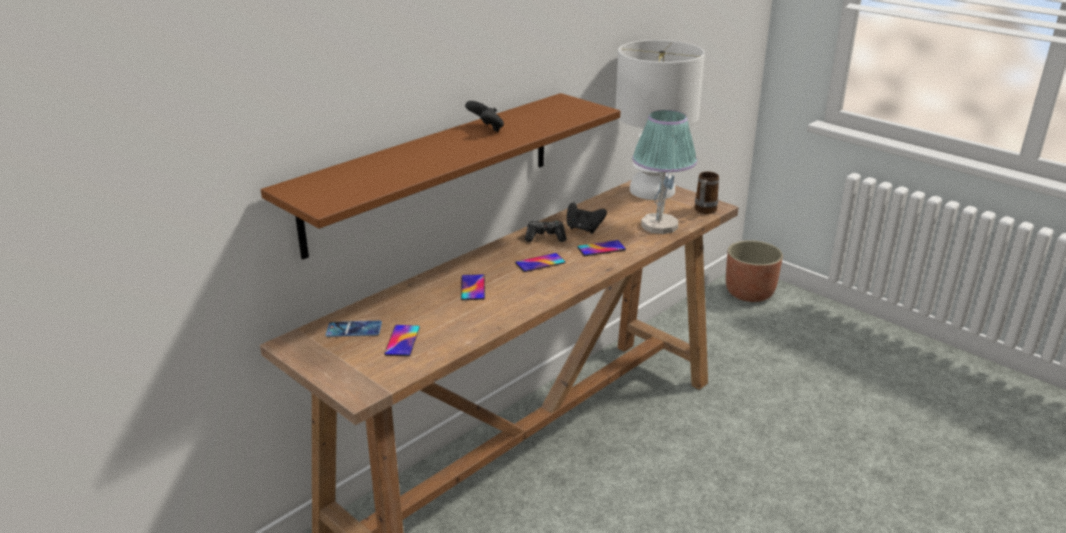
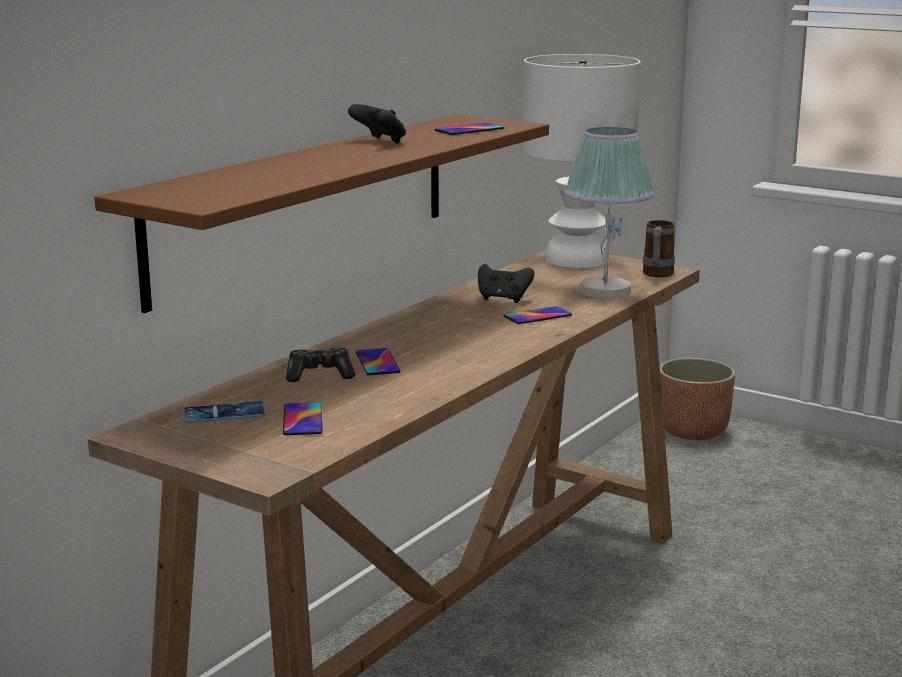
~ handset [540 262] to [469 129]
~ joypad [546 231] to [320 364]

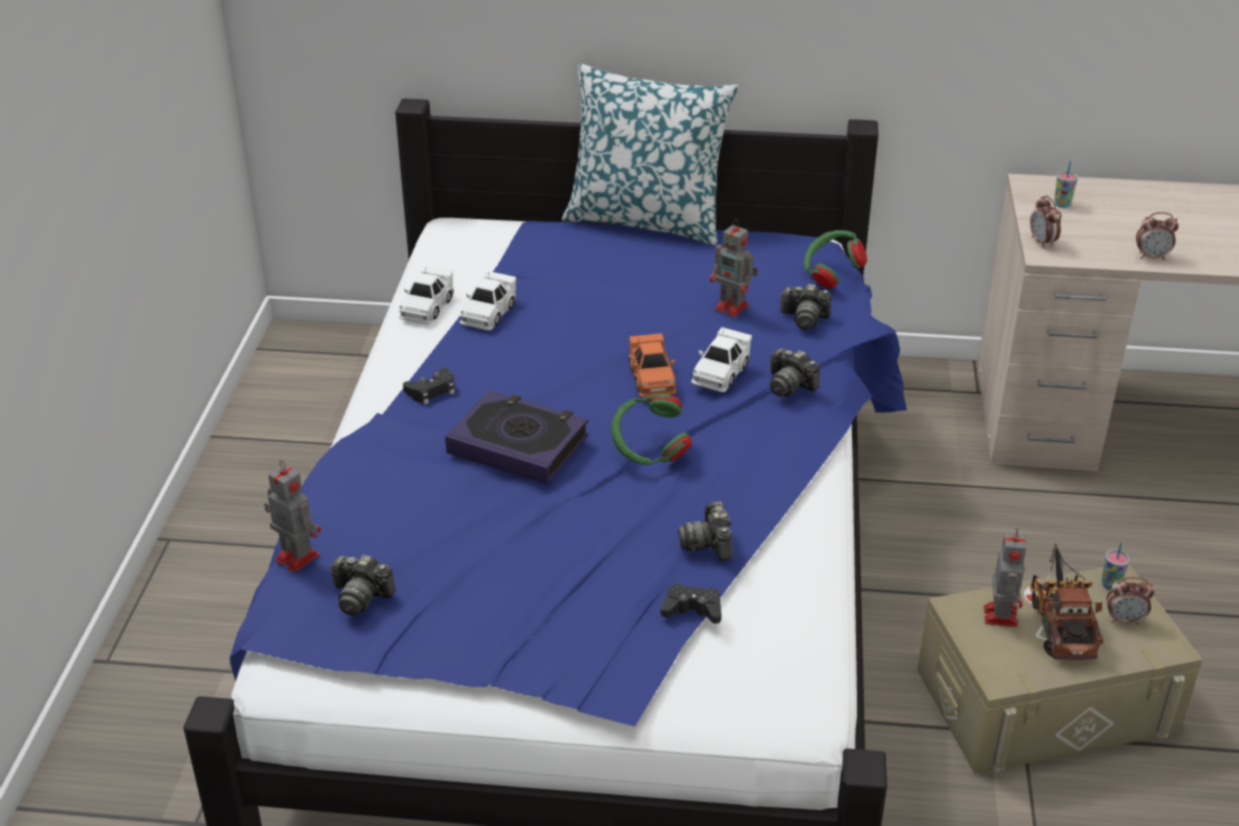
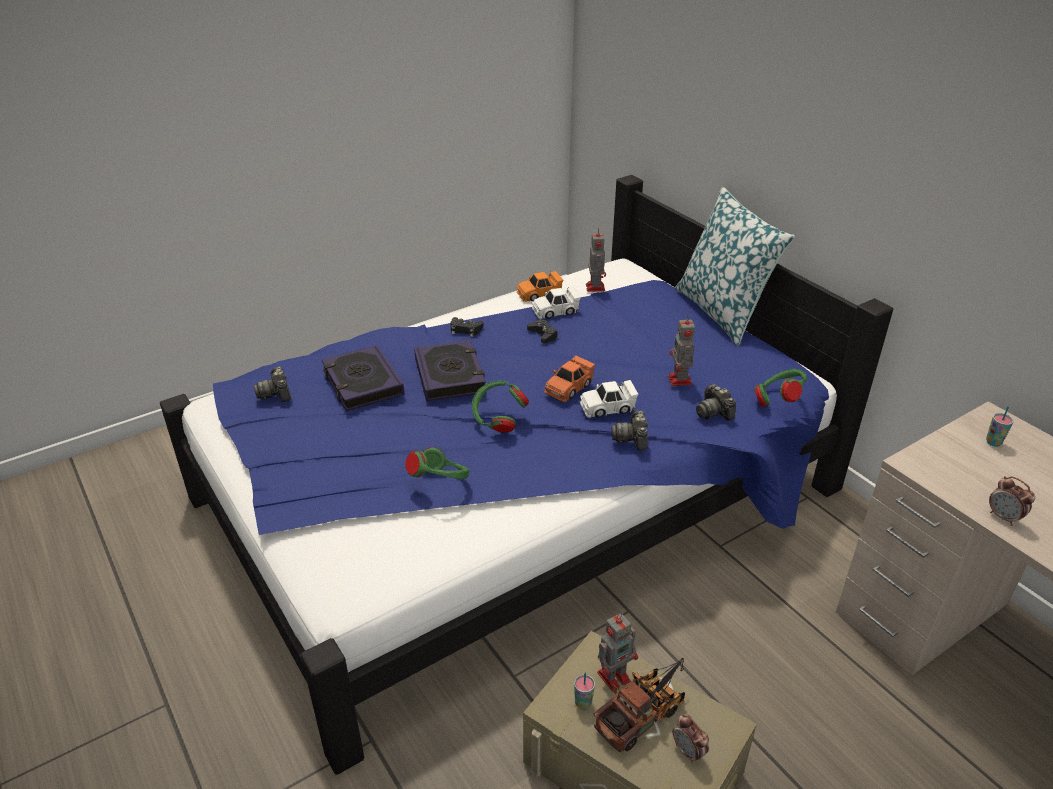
- bedside_clock [1045 222]
+ bound_book [363 378]
~ model_robot [292 516] to [596 260]
~ black_joypad [691 604] to [542 331]
~ small_cup [1115 566] to [584 691]
~ still_camera [705 531] to greenish_headphones [437 463]
~ white_model_car [426 295] to orange_model_car [540 286]

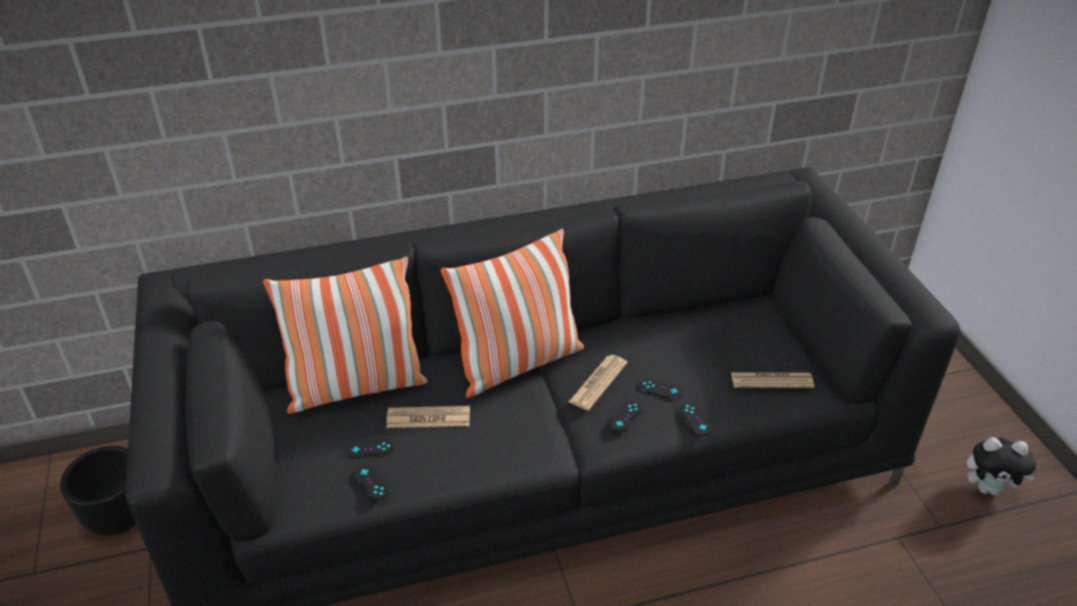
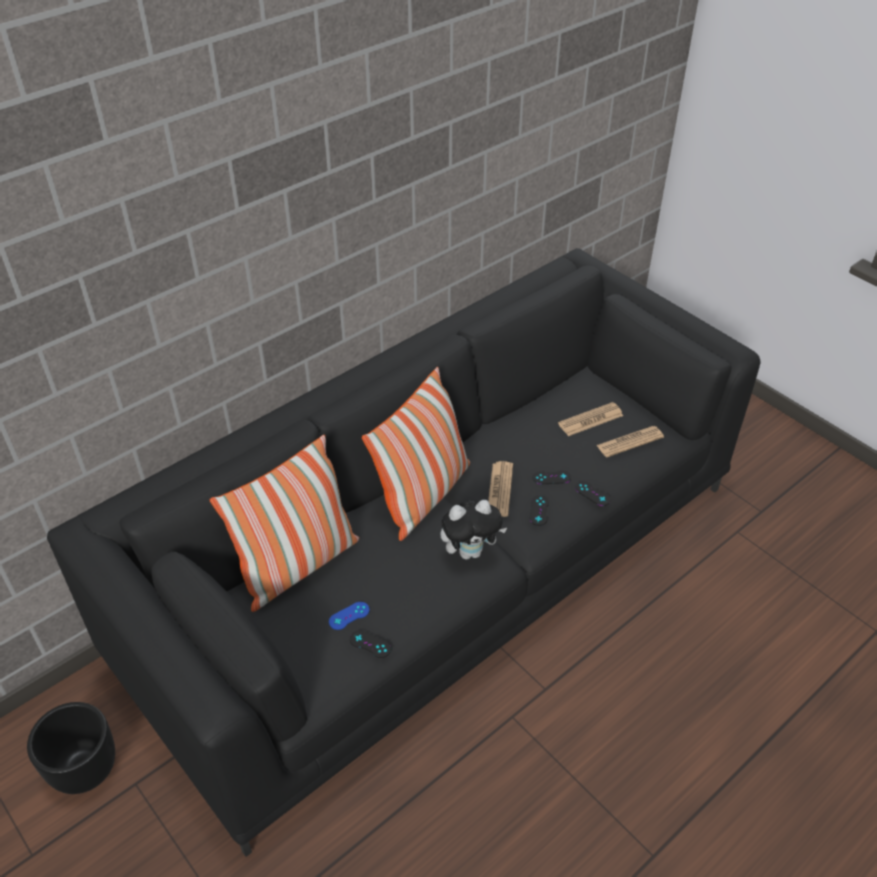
~ daily_paper [428 417] to [590 419]
~ soft_toy [1001 466] to [473 530]
~ black_joypad [370 448] to bluish_joypad [349 616]

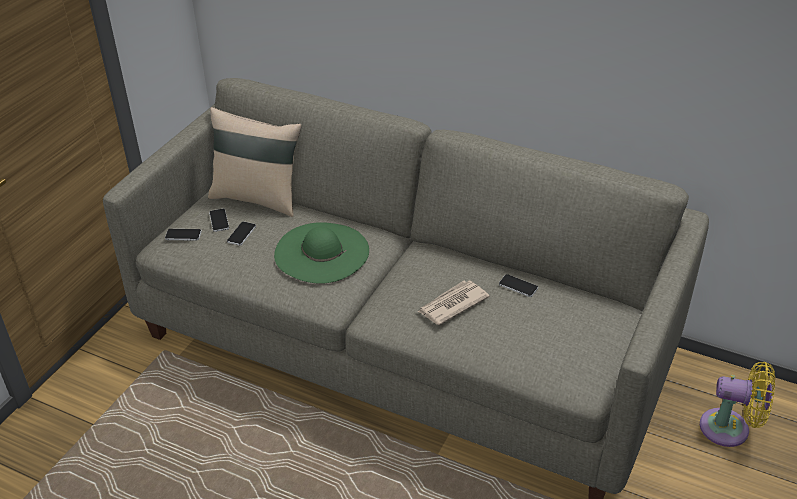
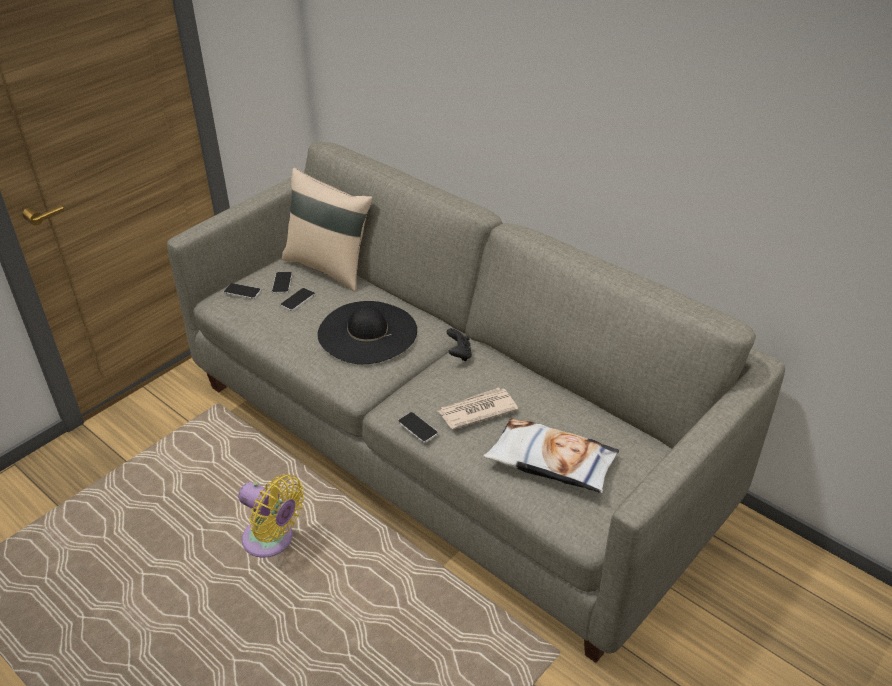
+ black_joypad [459 344]
+ pillow [551 455]
~ handset [518 285] to [418 427]
~ yellowish_cooling_fan [737 404] to [271 516]
~ greenish_hat [321 253] to black_hat [367 332]

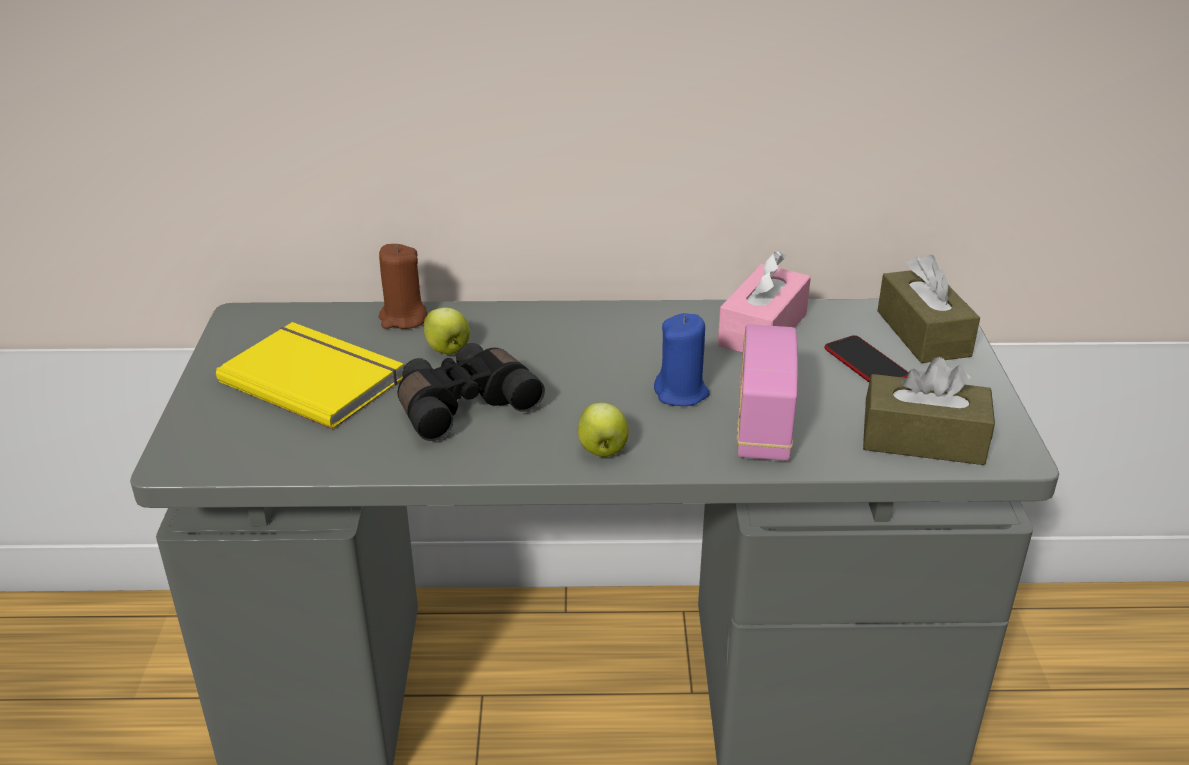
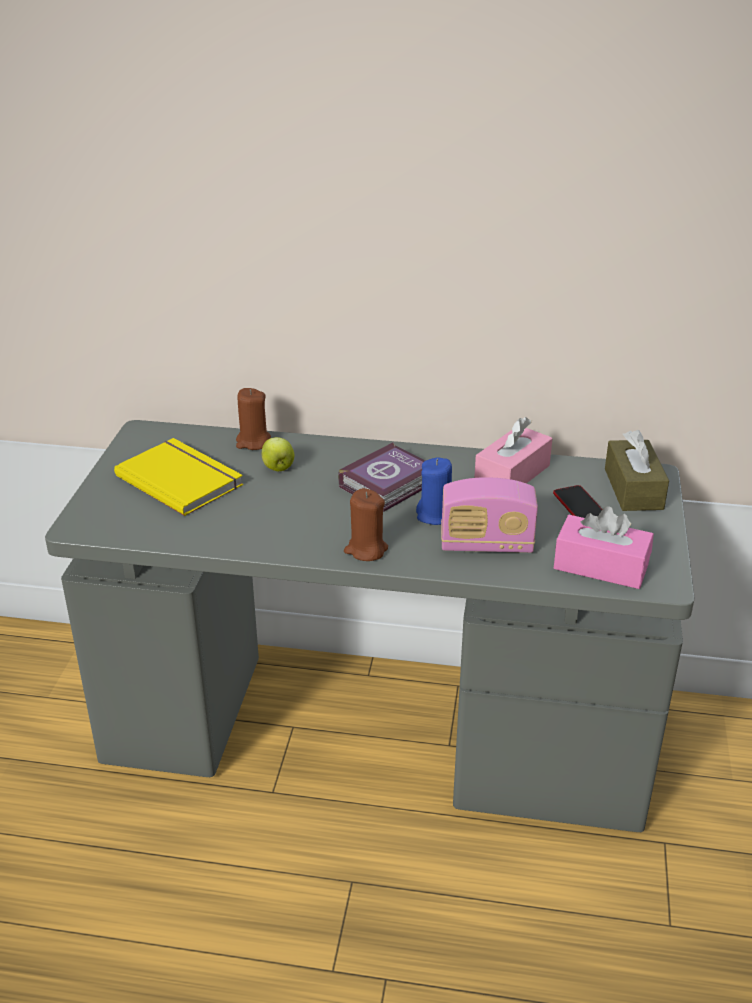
- black_binoculars [471 392]
+ bound_book [381 477]
~ whole_apple [603 429] to brown_wax_candle [366 524]
~ brown_tissue_holder [929 411] to pink-coloured_tissue_holder [604 547]
~ radio_set [767 392] = [489 515] 105 degrees counterclockwise

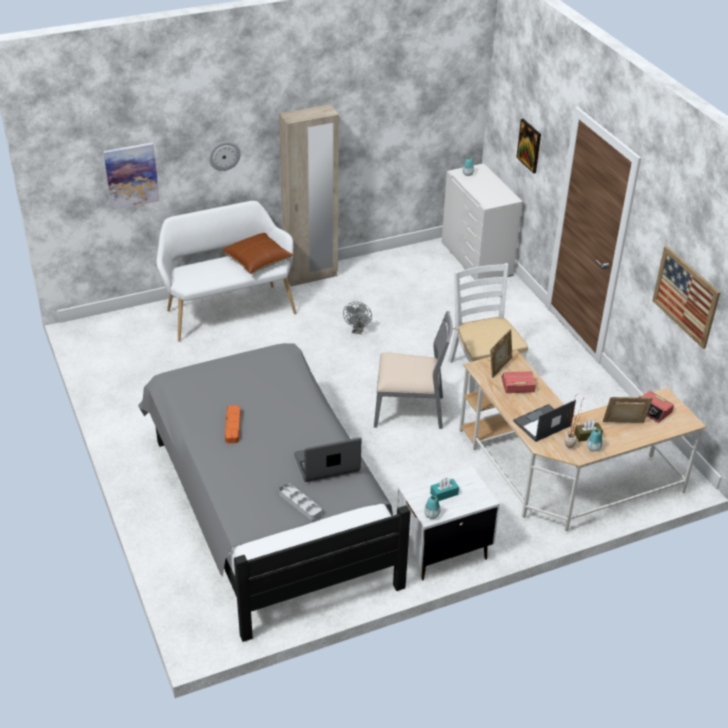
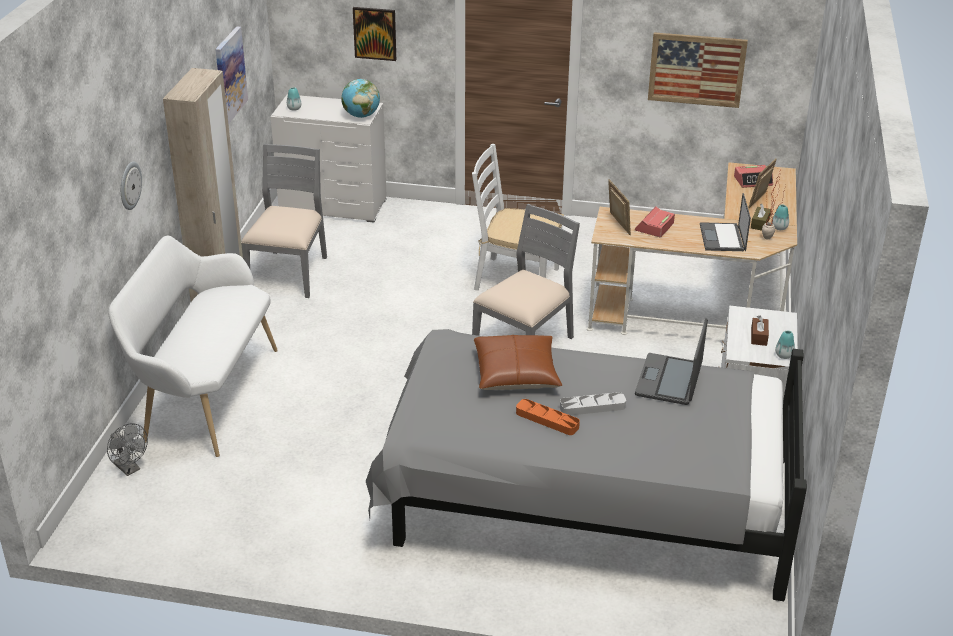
+ gray_upright_chair [284 221]
+ desk_globe [360 98]
~ picture [132 176] to [231 75]
~ brown_pillow [258 253] to [518 362]
~ gray_tray [300 501] to [593 403]
~ gray_cooling_fan [357 318] to [127 449]
~ turquoise_tissue_holder [444 489] to brown_tissue_holder [760 331]

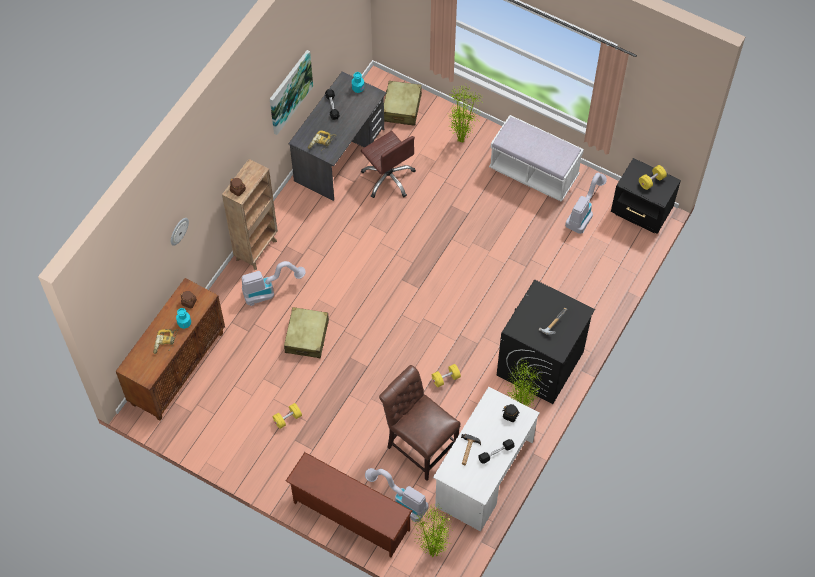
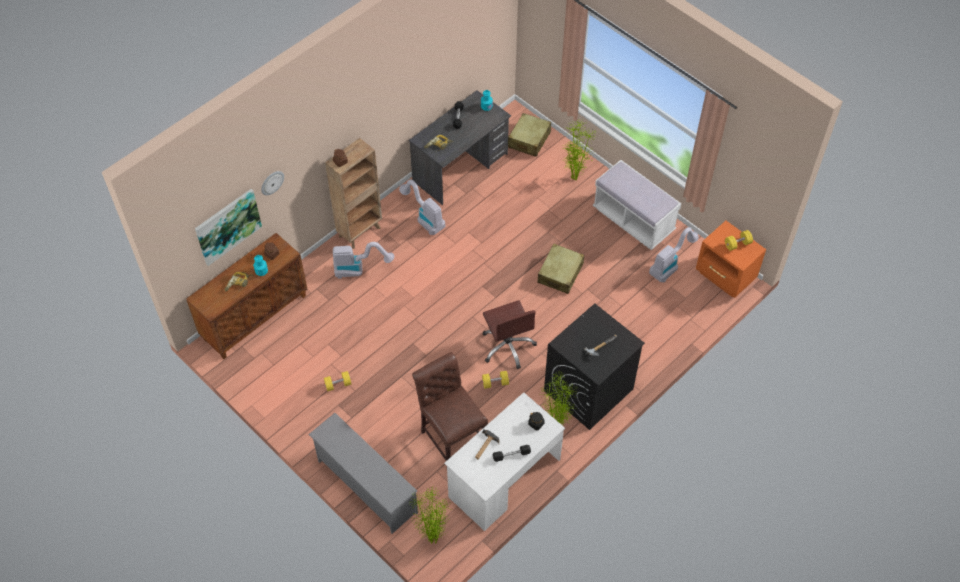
~ picture [291 92] to [228 227]
~ sand-coloured_piece_of_luggage [306 332] to [560 268]
~ brown_desk_chair [388 164] to [510 334]
~ vacuum_cleaner [396 495] to [422 207]
~ brown_shoe_rack [349 504] to gray_shoe_rack [363 473]
~ black_night_table [646 196] to orange_night_table [731 259]

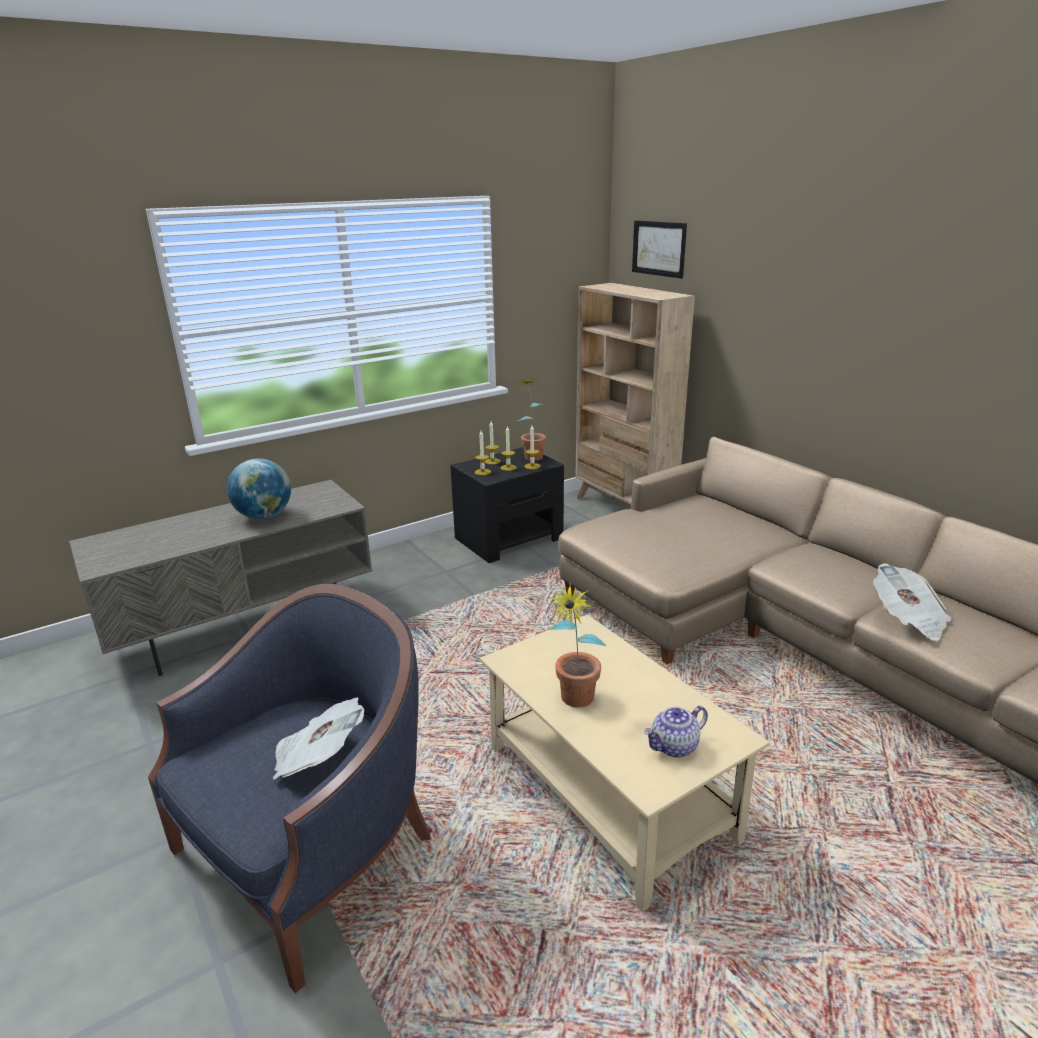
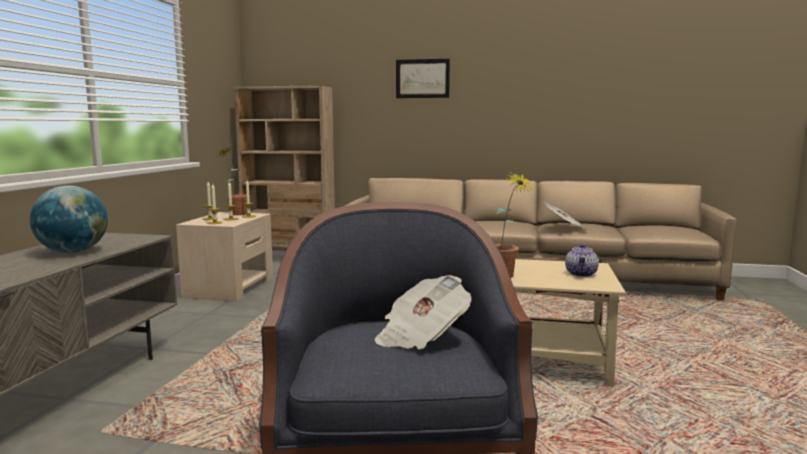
~ picture [659 249] to [423 78]
~ black_night_table [507 505] to sand-coloured_night_table [224 257]

